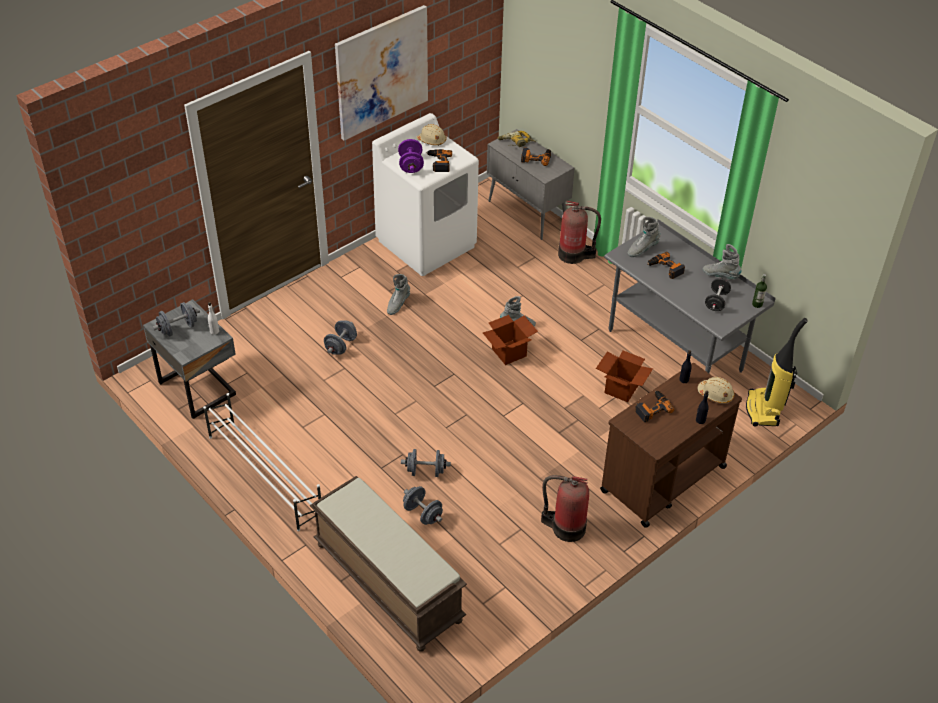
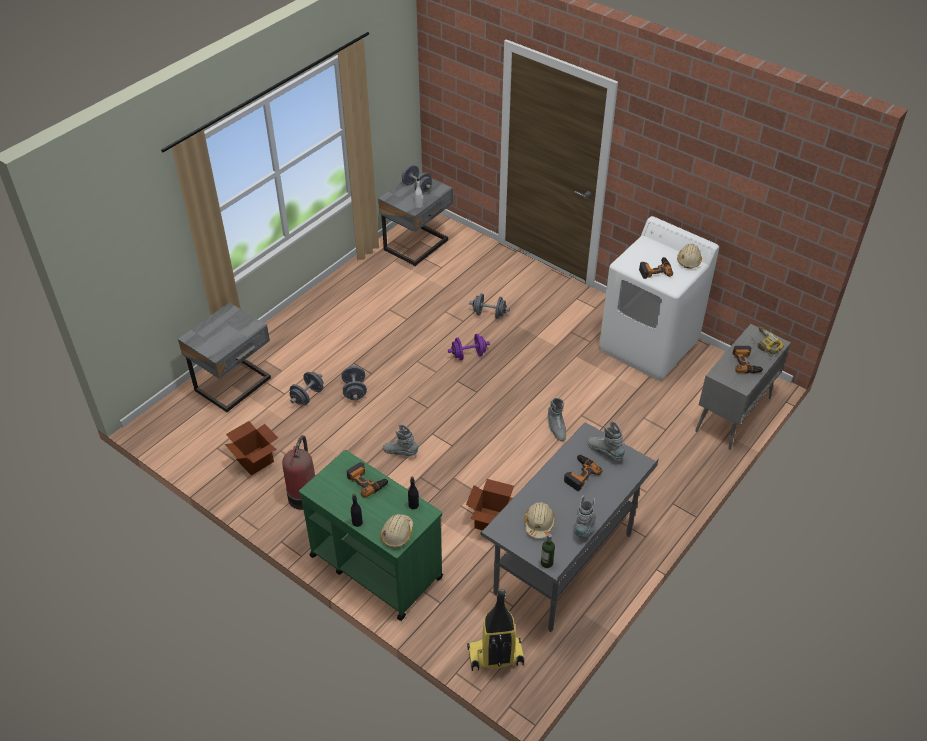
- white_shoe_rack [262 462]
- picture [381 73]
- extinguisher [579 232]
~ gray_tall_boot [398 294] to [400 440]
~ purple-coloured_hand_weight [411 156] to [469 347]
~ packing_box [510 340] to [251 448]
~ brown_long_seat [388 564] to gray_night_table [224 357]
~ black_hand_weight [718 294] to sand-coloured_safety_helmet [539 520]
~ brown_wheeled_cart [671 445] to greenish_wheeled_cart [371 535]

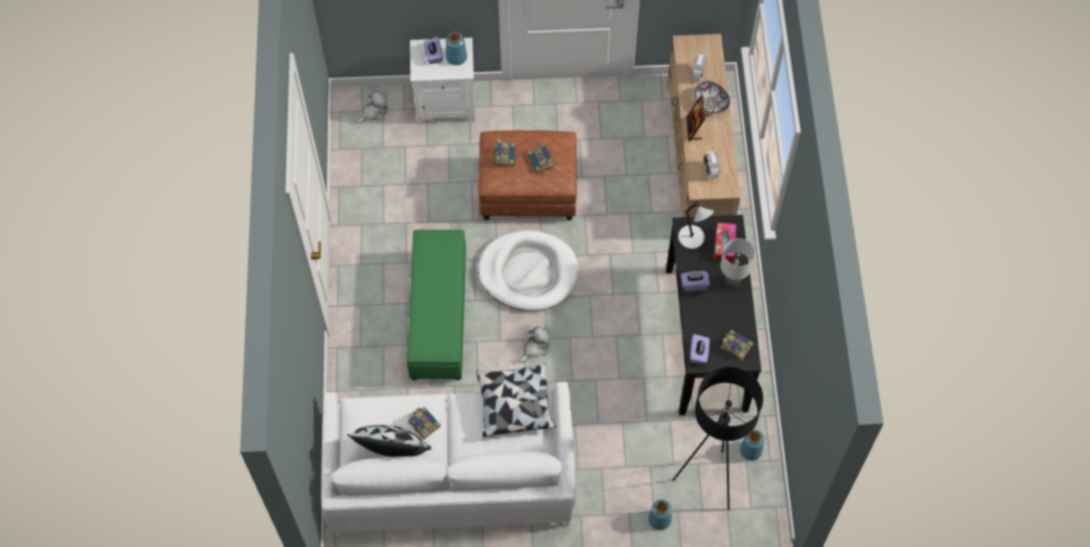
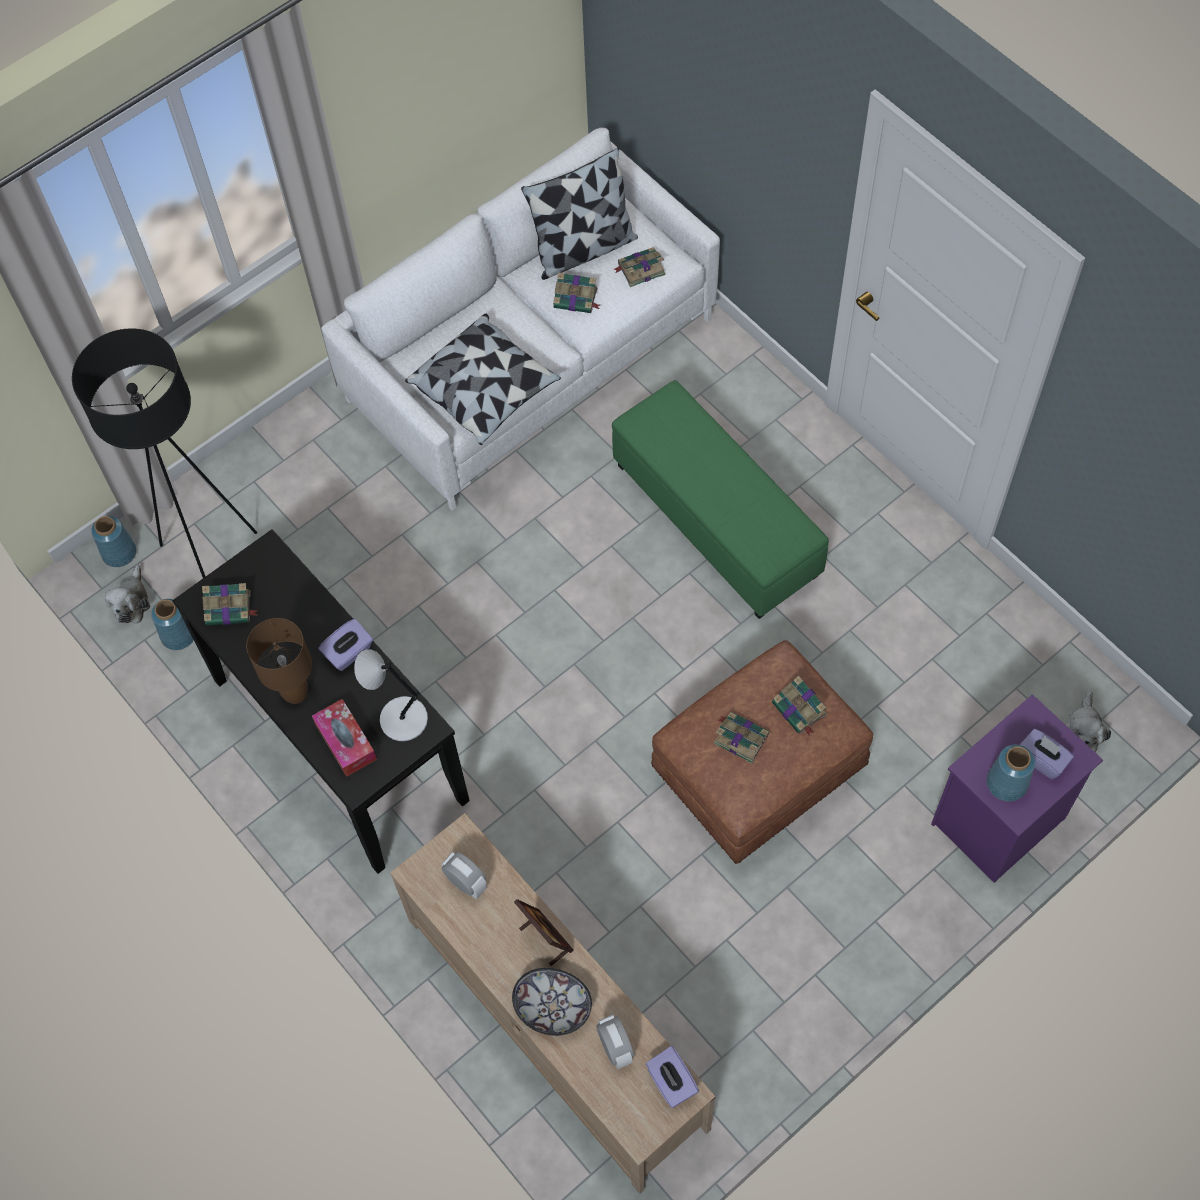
- white_pet_bed [528 270]
+ bound_book [639 267]
~ soft_toy [534 344] to [127 594]
~ bluish_decorative_vase [660 514] to [113 541]
~ purple-coloured_tissue_holder [700 349] to [672 1077]
~ white_night_table [442 81] to purple-coloured_night_table [1017 788]
~ gray_tabletop_lamp [737 263] to brown_tabletop_lamp [279 661]

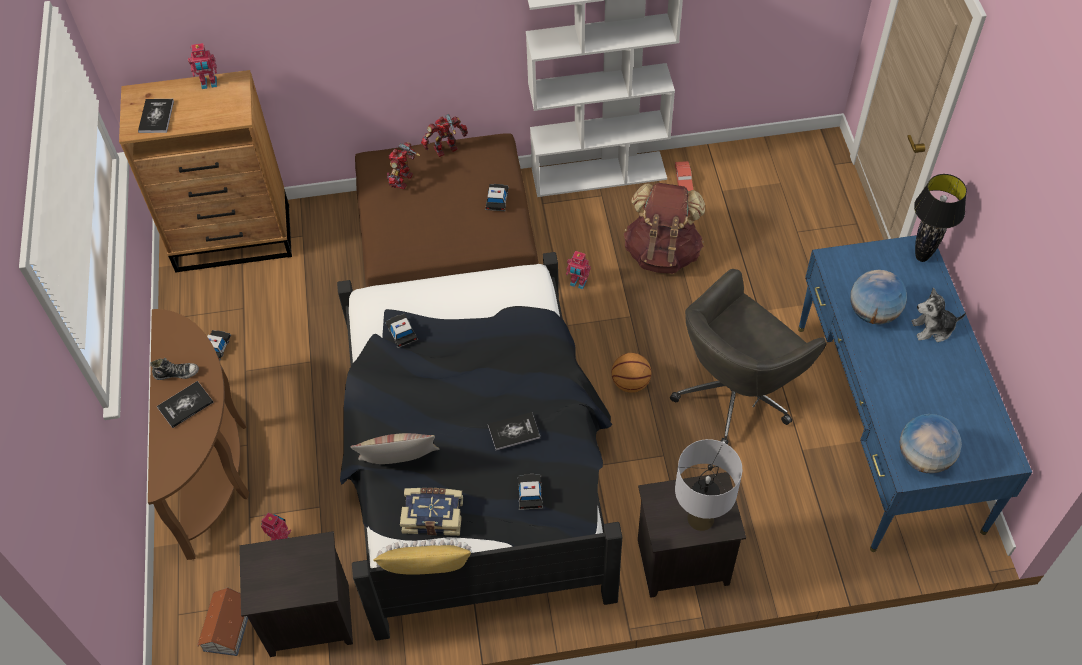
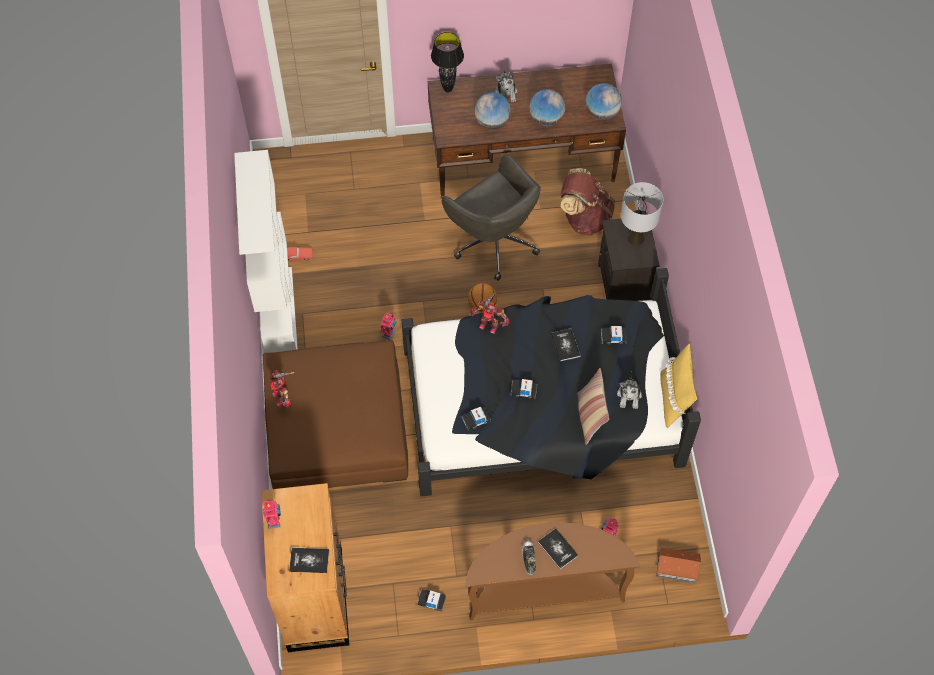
- black_night_table [296 594]
+ desk_globe [547 107]
~ model_robot [404 165] to [490 313]
~ model_car [497 197] to [523 389]
~ brown_rucksack [664 228] to [588 202]
~ bound_book [431 512] to soft_toy [629 390]
~ bluish_desk_unit [915 393] to brown_desk_unit [527 131]

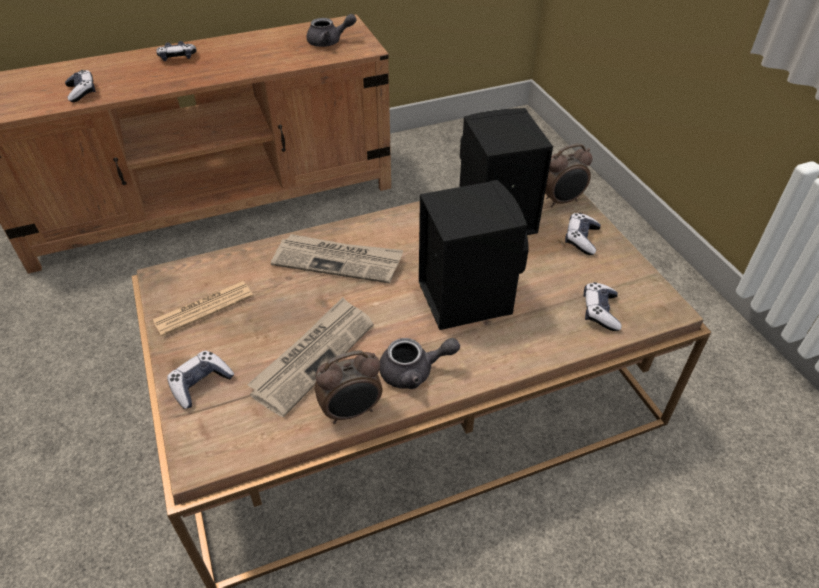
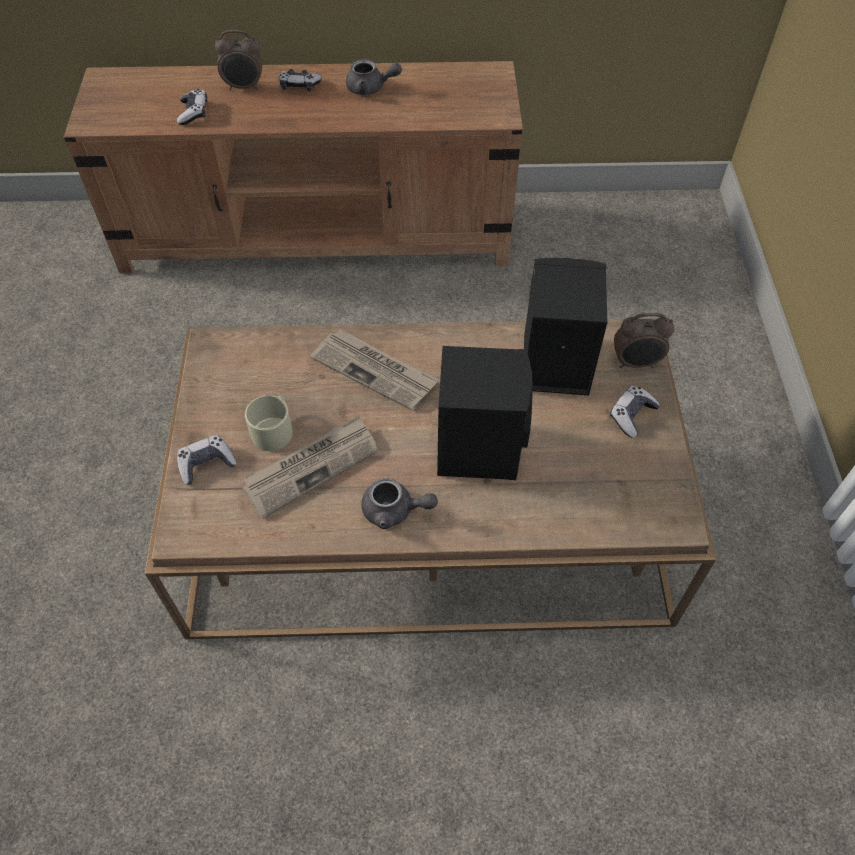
- daily_paper [202 308]
- joypad [603 306]
+ sand-coloured_mug [268 423]
~ gray_pot_for_tea [332 30] to [374 77]
~ bedside_clock [348 387] to [238 60]

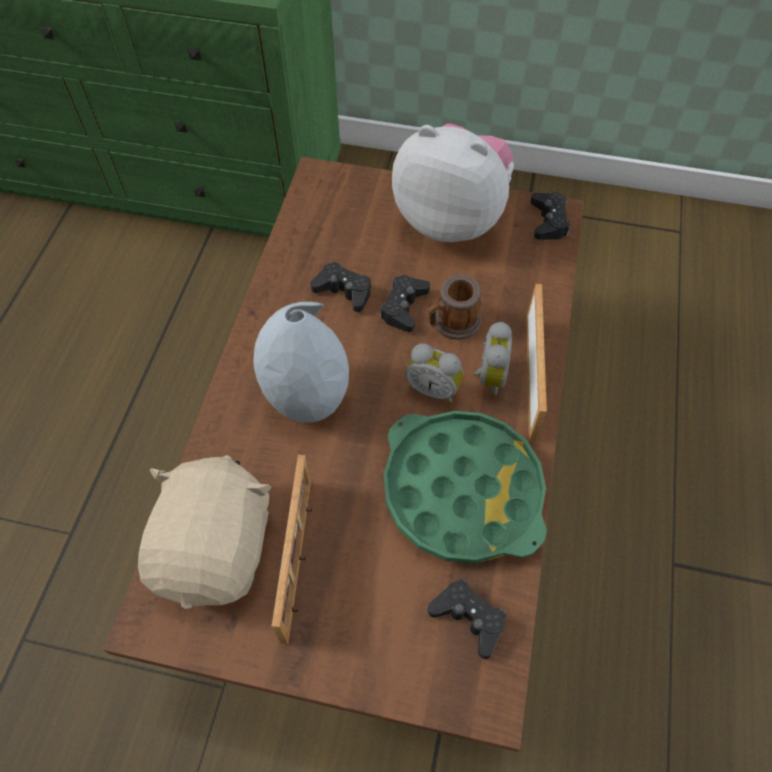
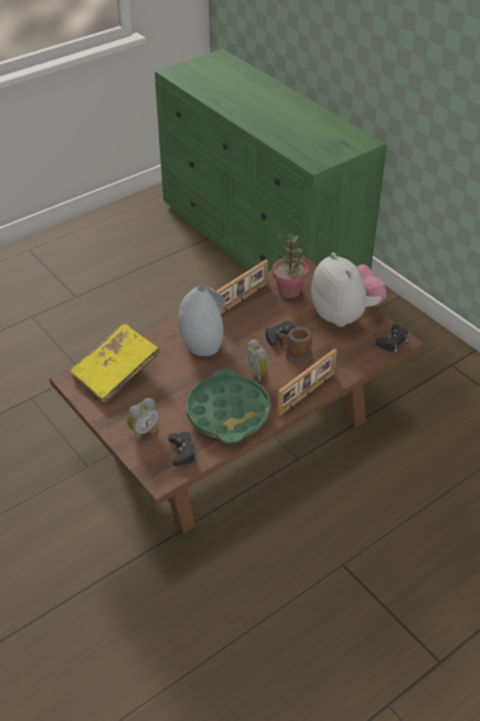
- black_joypad [340 287]
+ potted_plant [290 265]
~ picture_frame [292 550] to [242 287]
~ bedside_clock [492 359] to [143 418]
~ sand-coloured_soft_toy [205 532] to yellowish_bound_book [115 363]

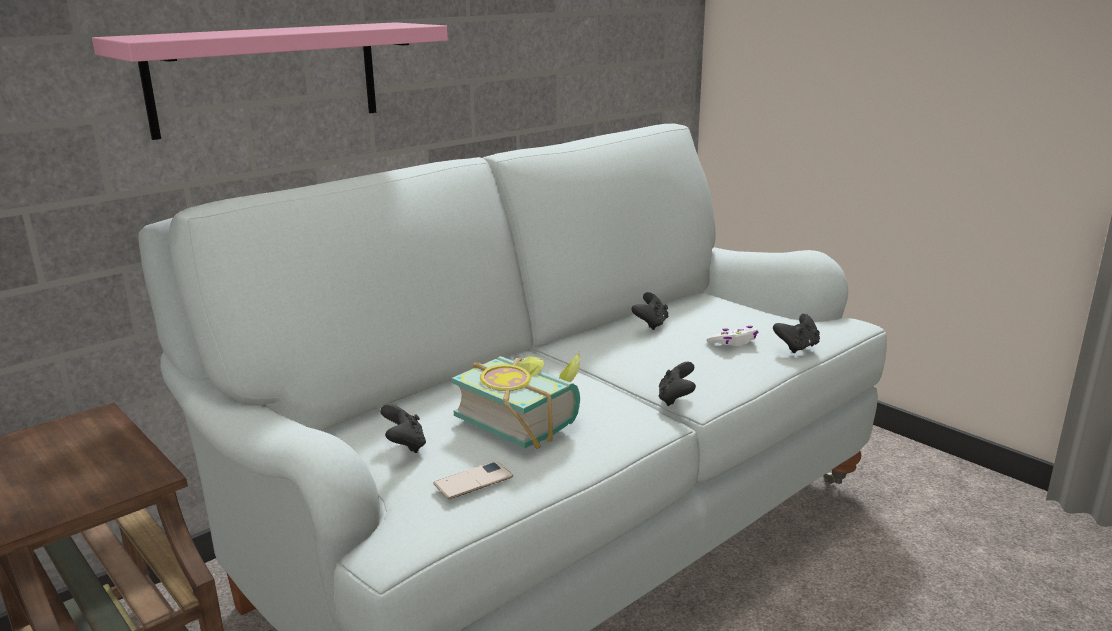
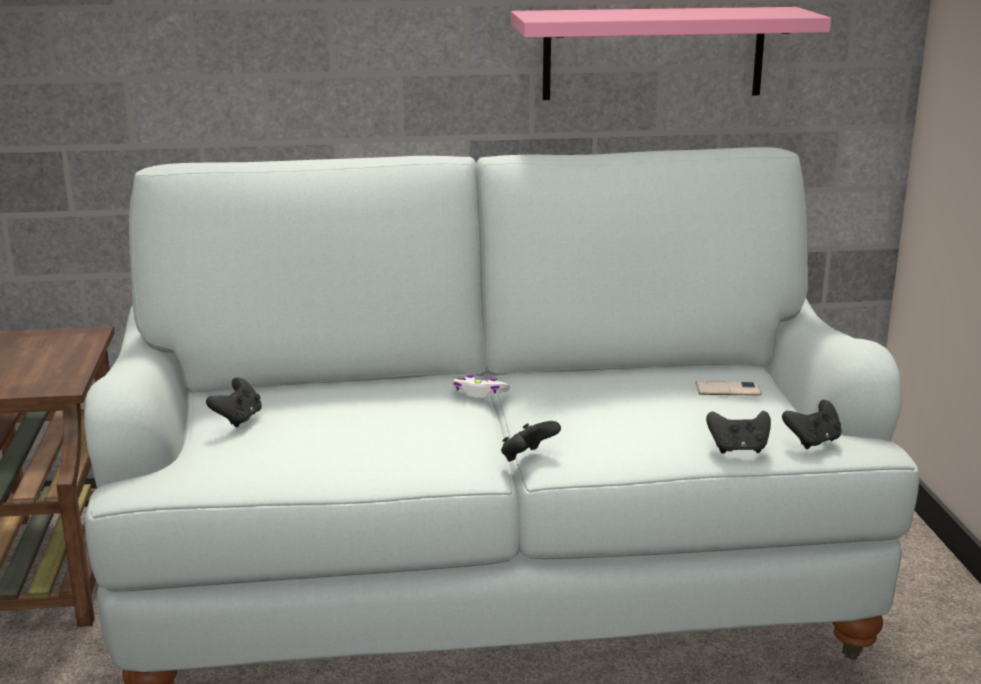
- bound_book [516 401]
~ pink-coloured_bracket_shelf [270 81] to [671 53]
~ handset [473 480] to [729 388]
~ black_joypad [649 311] to [812 424]
~ white_joypad [732 336] to [481 386]

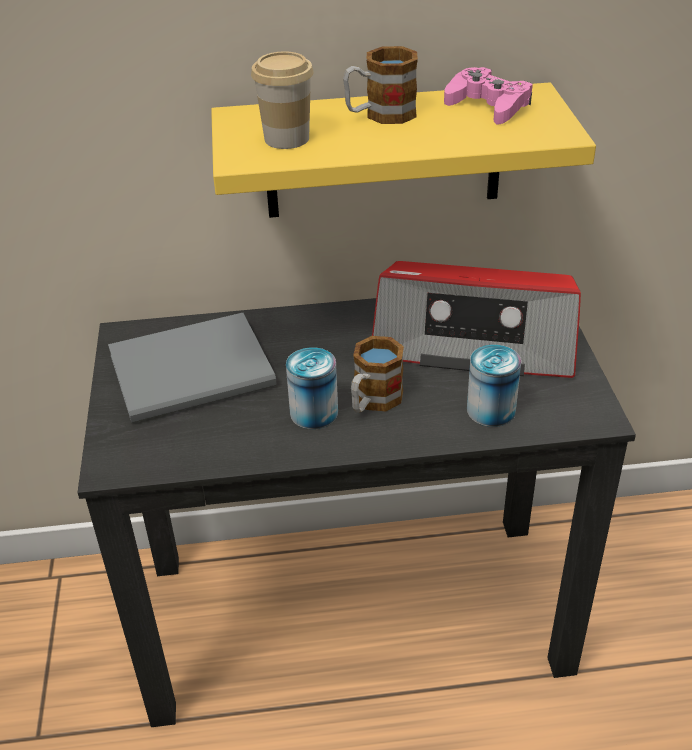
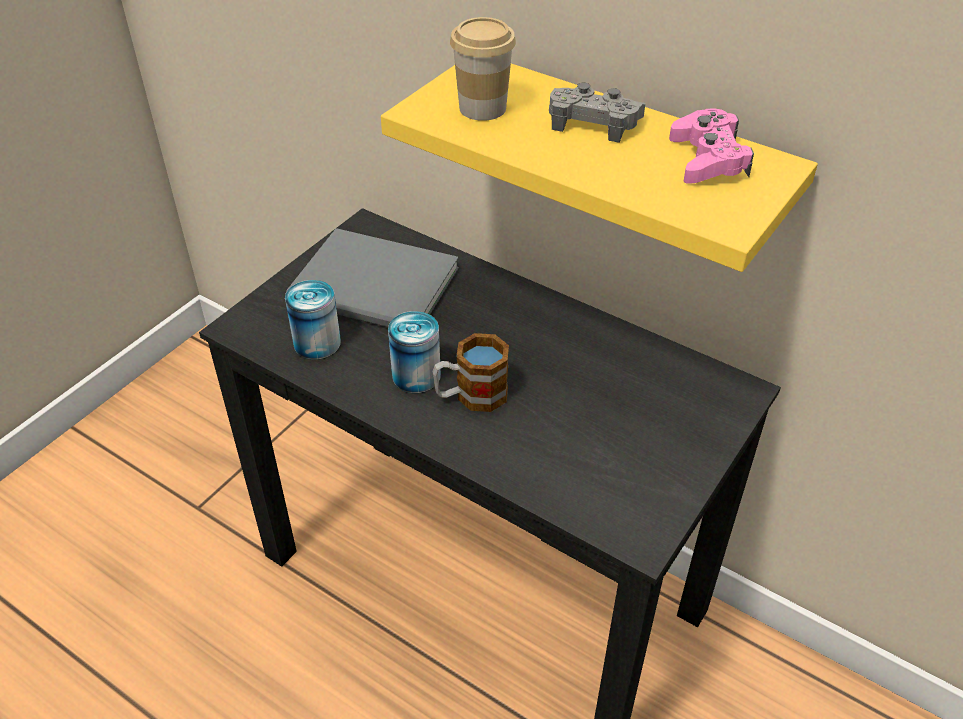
- radio_set [476 319]
~ can [494 386] to [313 320]
~ mug [380 85] to gray_joypad [597 113]

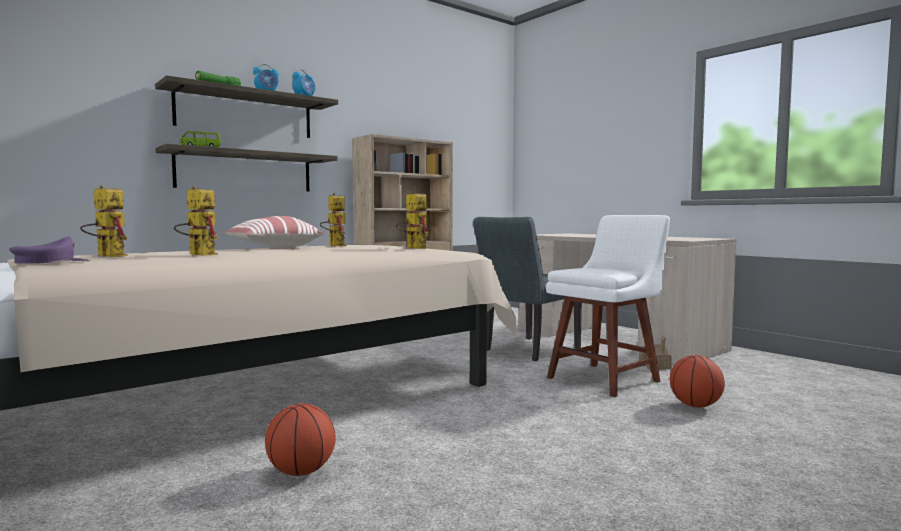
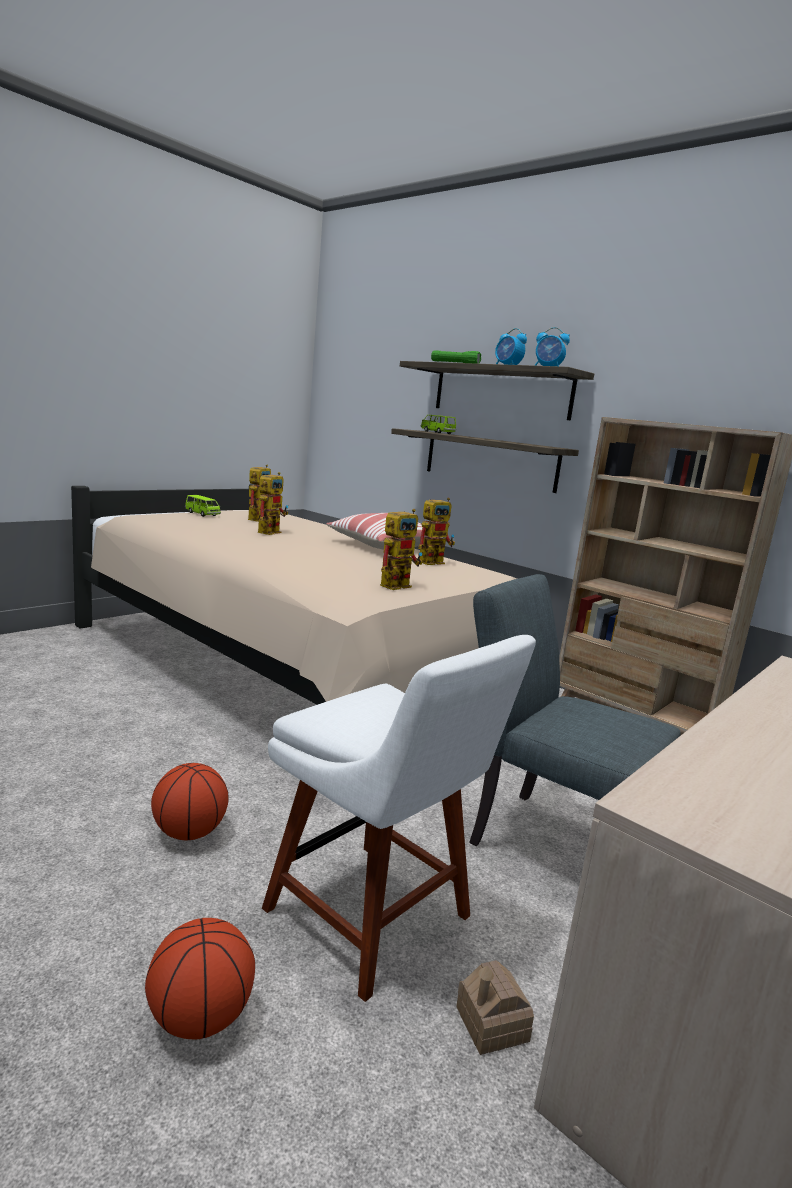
~ ball_for_basketball [300 439] to [190 801]
~ purple-coloured_baseball_cap [49 250] to greenish_model_car [203 506]

